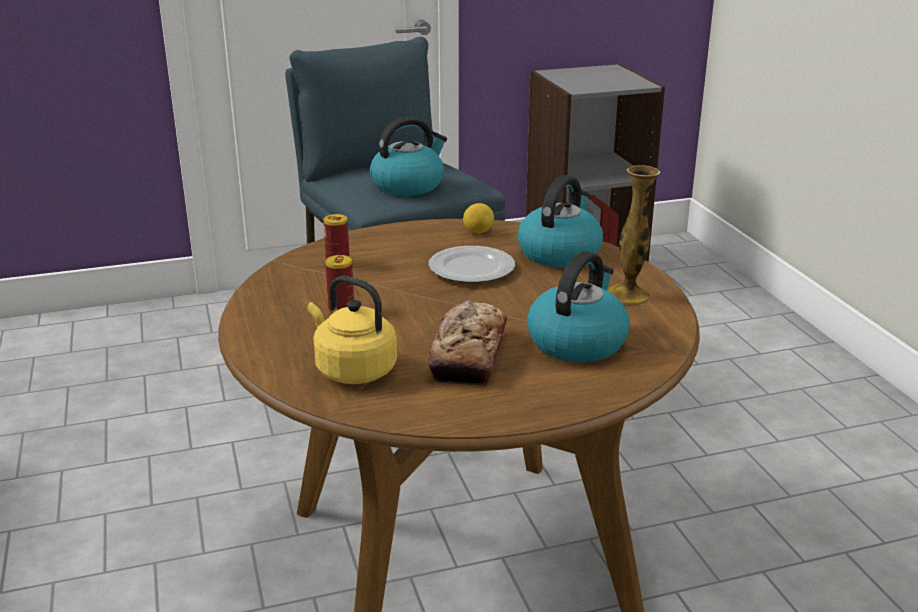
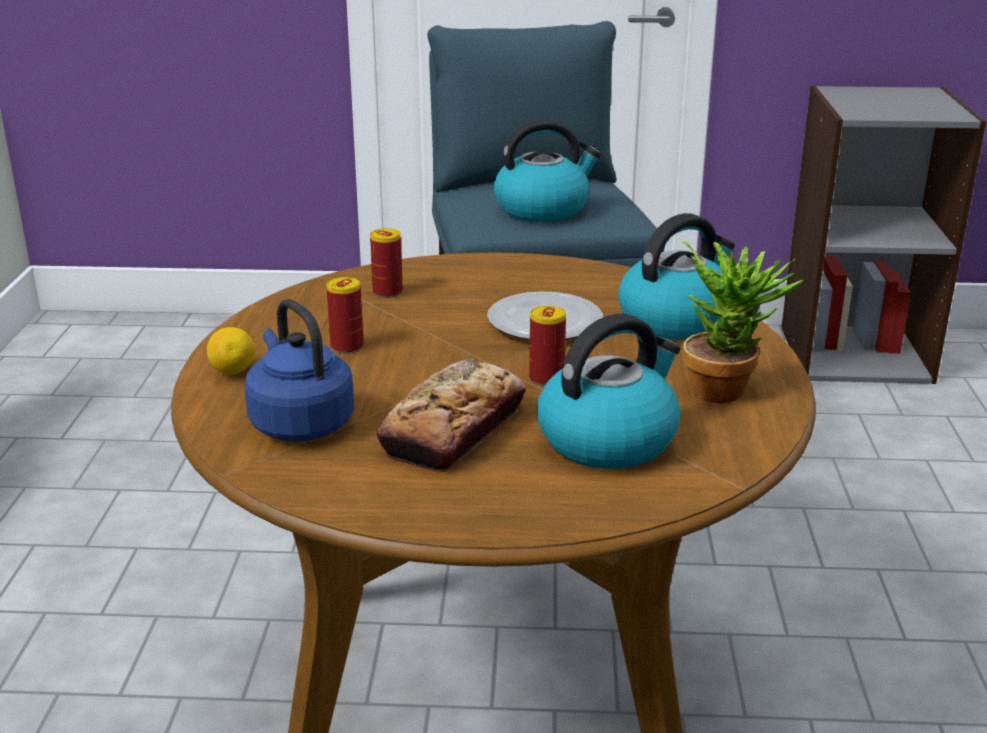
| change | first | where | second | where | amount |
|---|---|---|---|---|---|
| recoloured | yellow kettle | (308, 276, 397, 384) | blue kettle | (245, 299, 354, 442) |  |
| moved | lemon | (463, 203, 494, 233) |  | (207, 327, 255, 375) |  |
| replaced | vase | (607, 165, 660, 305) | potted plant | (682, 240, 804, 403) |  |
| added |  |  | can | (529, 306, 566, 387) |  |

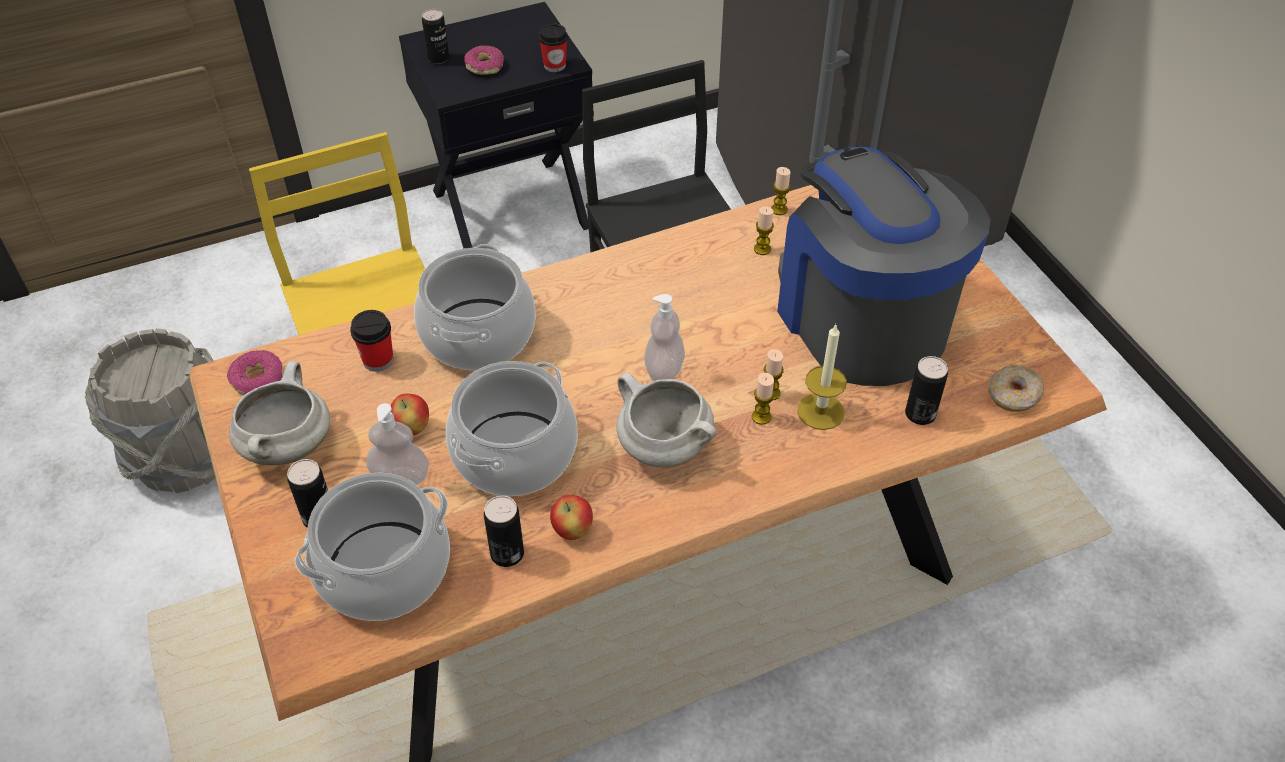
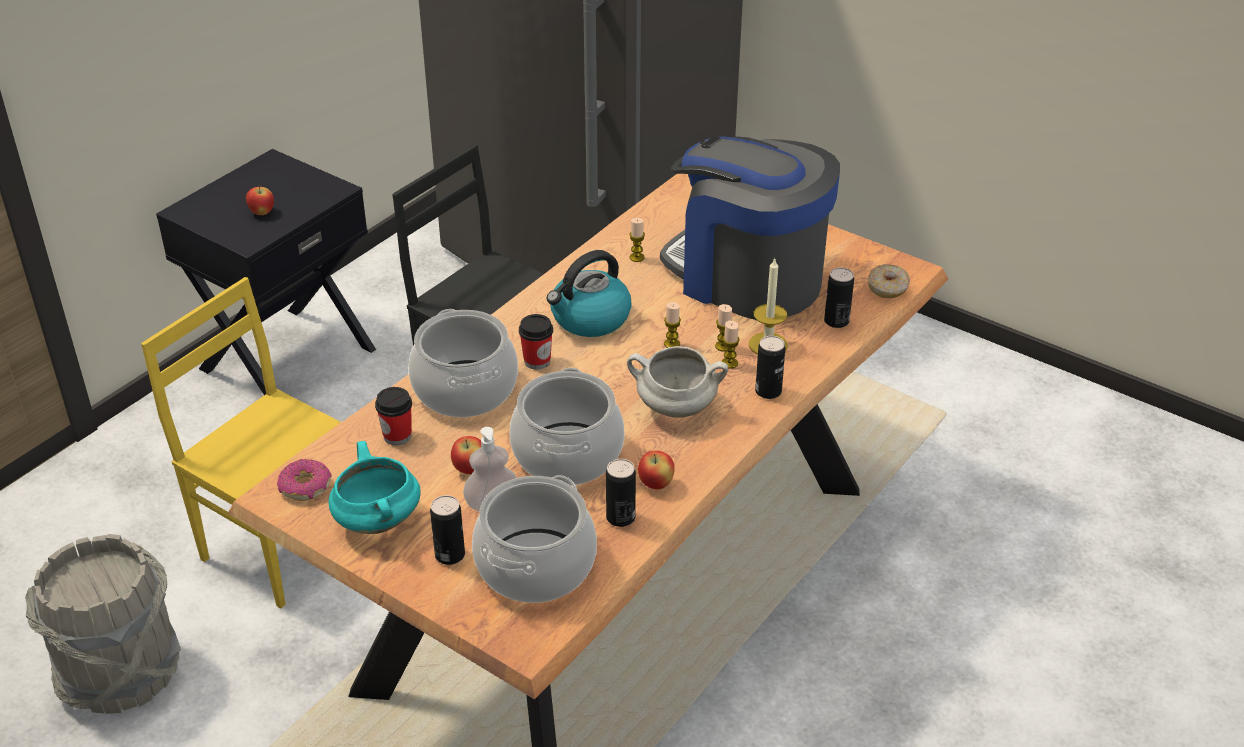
| change | first | where | second | where | amount |
|---|---|---|---|---|---|
| recoloured | white cooking pot | (229, 361, 330, 465) | turquoise cooking pot | (329, 441, 421, 534) |  |
| moved | can | (422, 9, 449, 64) |  | (755, 336, 785, 399) |  |
| replaced | donut | (464, 45, 504, 75) | apple | (246, 186, 274, 215) |  |
| moved | cup | (538, 24, 568, 72) |  | (519, 314, 553, 370) |  |
| removed | soap dispenser | (644, 294, 685, 381) |  |  |  |
| moved | candle | (771, 167, 791, 215) |  | (664, 302, 681, 348) |  |
| added |  |  | kettle | (547, 250, 632, 337) |  |

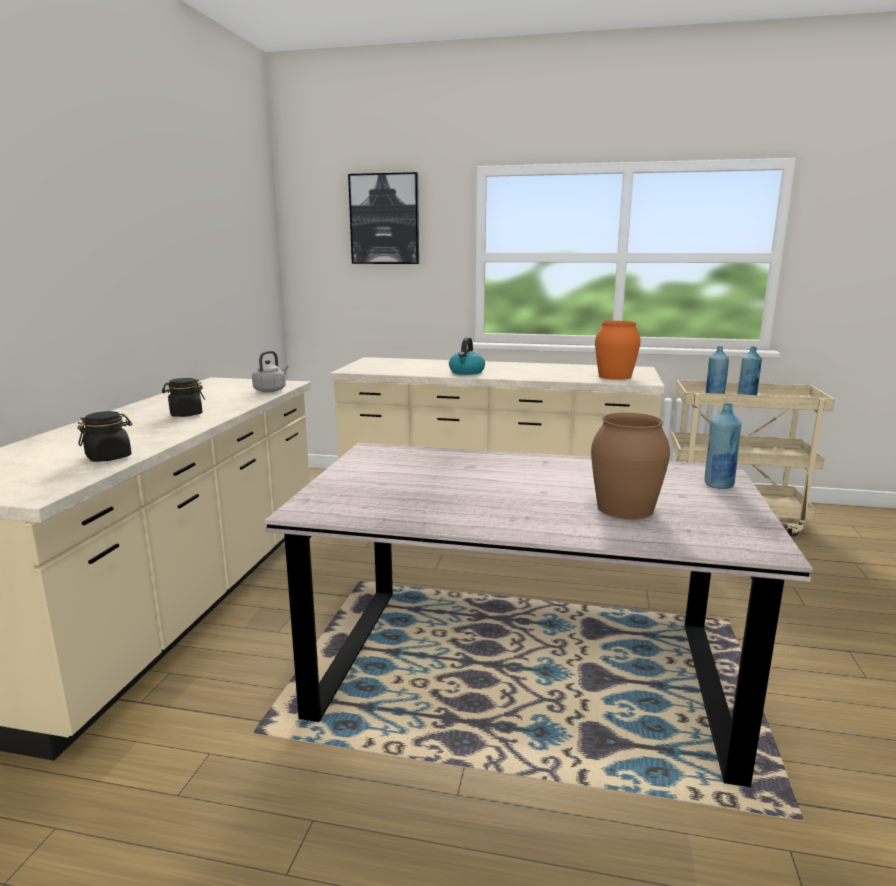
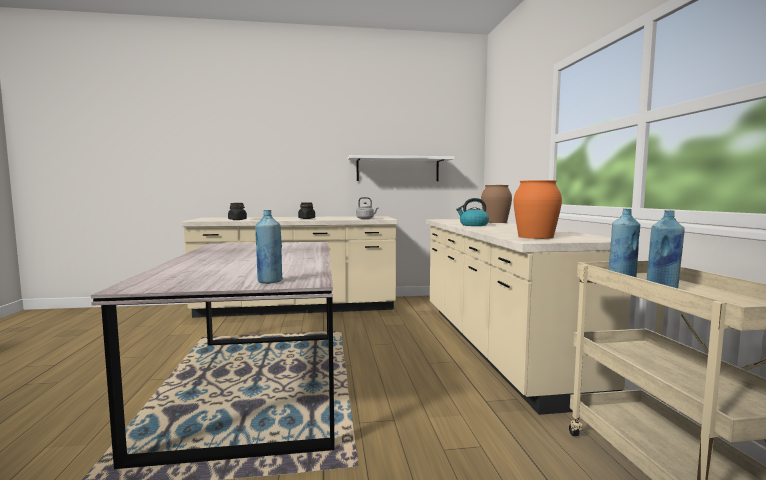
| change | first | where | second | where | amount |
|---|---|---|---|---|---|
| removed | picture | (348, 172, 419, 264) |  |  |  |
| moved | brown vase | (591, 413, 670, 519) |  | (481, 185, 512, 223) |  |
| added |  |  | white shelf | (348, 155, 454, 181) |  |

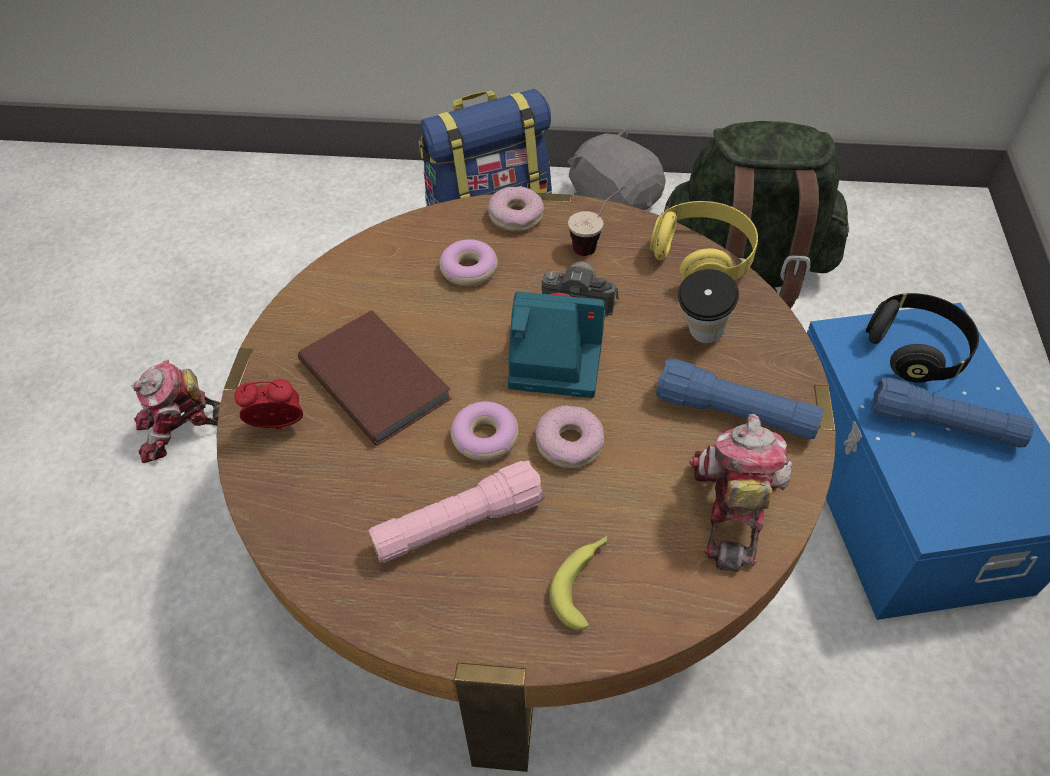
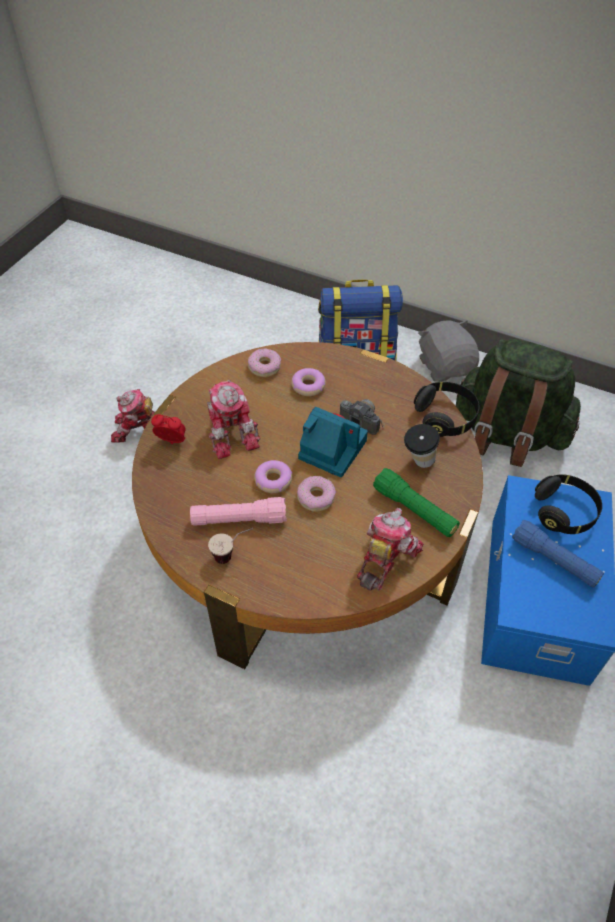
| change | first | where | second | where | amount |
|---|---|---|---|---|---|
| replaced | brown book | (298, 310, 452, 446) | toy robot | (207, 380, 260, 459) |  |
| moved | donut | (488, 186, 544, 232) |  | (248, 348, 281, 377) |  |
| removed | banana | (549, 535, 607, 630) |  |  |  |
| moved | cup | (568, 186, 625, 256) |  | (208, 528, 253, 564) |  |
| recoloured | yellow headphones | (650, 201, 758, 280) | black headphones | (414, 382, 480, 437) |  |
| recoloured | blue flashlight | (655, 359, 824, 439) | green flashlight | (373, 468, 460, 537) |  |

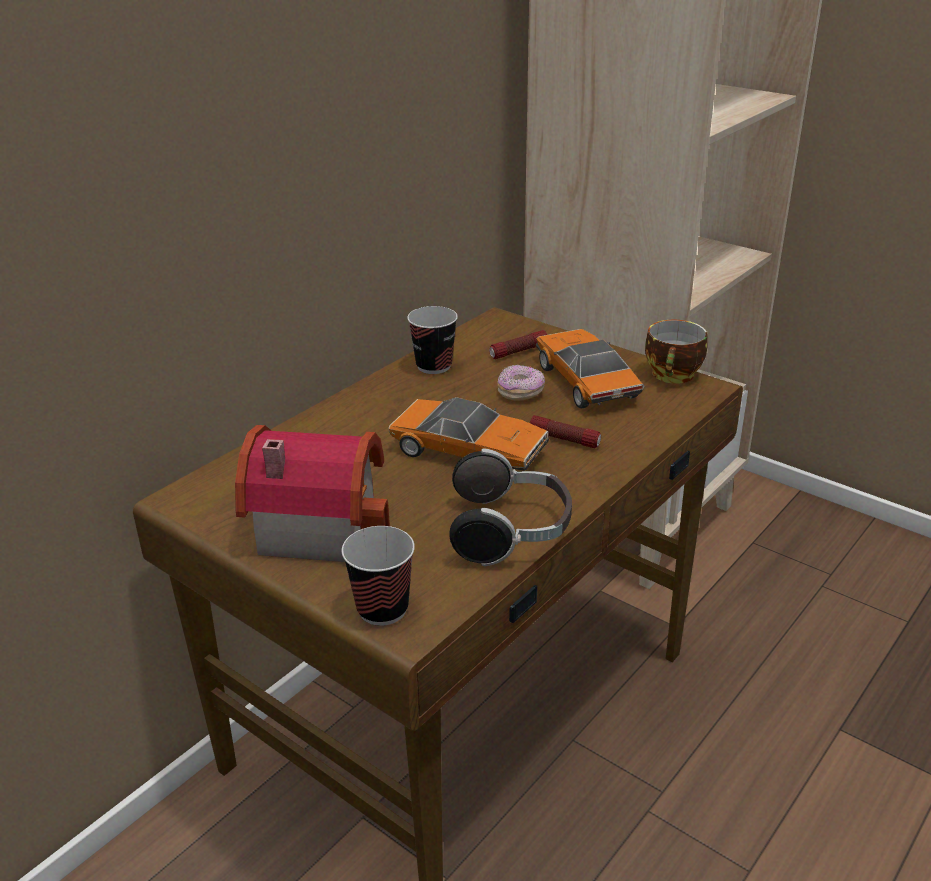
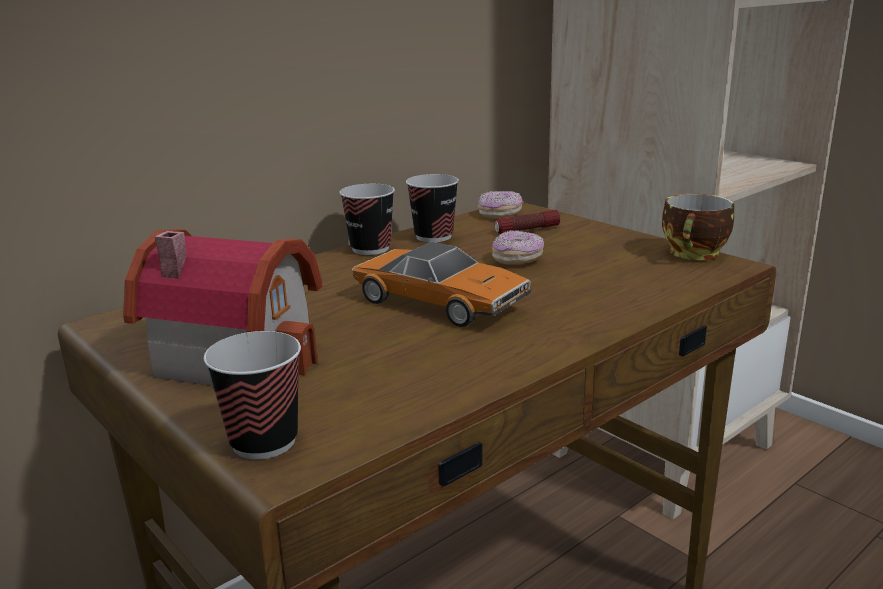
| change | first | where | second | where | amount |
|---|---|---|---|---|---|
| removed | headphones | (449, 448, 572, 566) |  |  |  |
| removed | flashlight | (530, 415, 601, 448) |  |  |  |
| removed | toy car | (536, 329, 645, 409) |  |  |  |
| added |  |  | cup | (340, 184, 395, 255) |  |
| added |  |  | donut | (478, 191, 523, 219) |  |

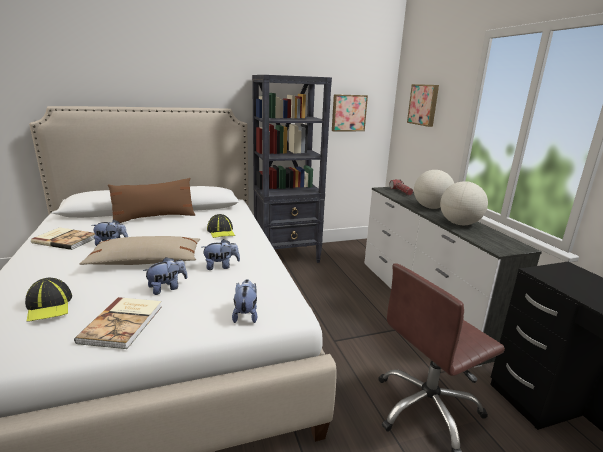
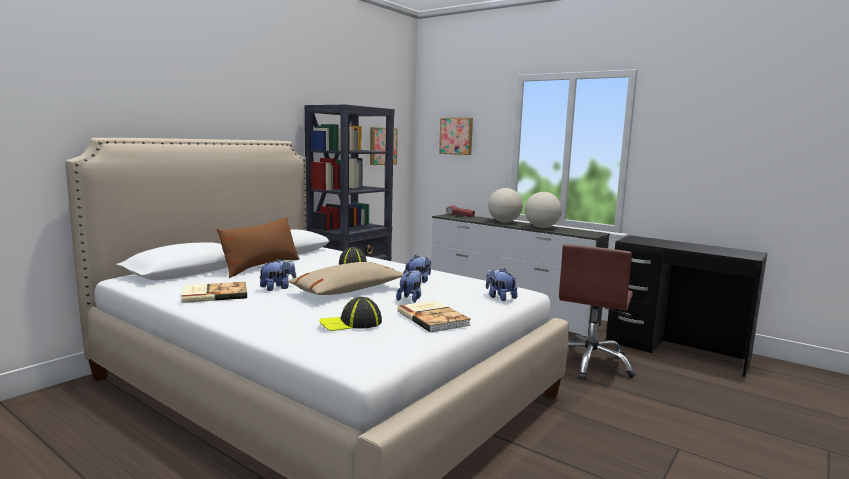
| change | first | where | second | where | amount |
|---|---|---|---|---|---|
| turned | cap | (25, 278, 72, 322) |  | (319, 297, 382, 331) | 135 degrees clockwise |

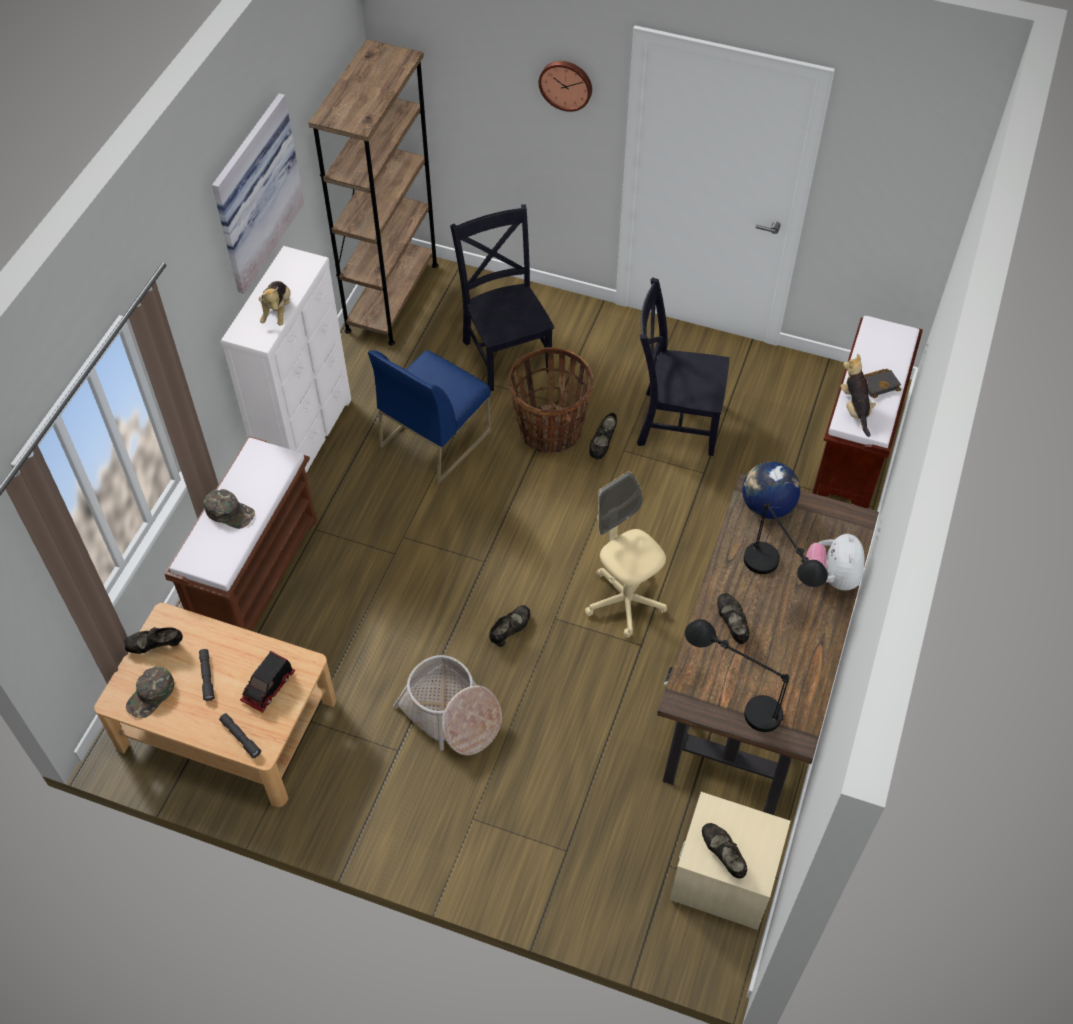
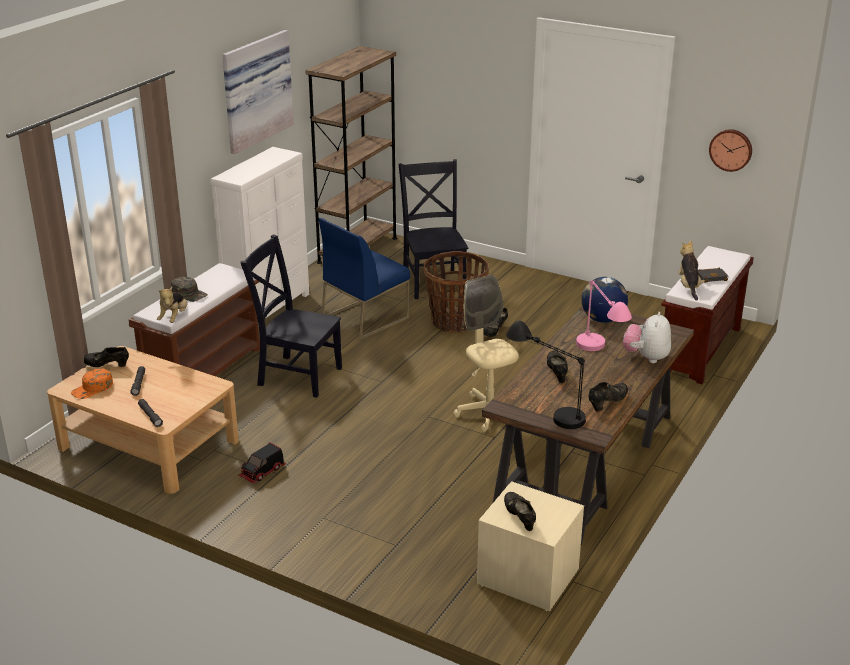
| change | first | where | second | where | amount |
|---|---|---|---|---|---|
| recoloured | green cap | (126, 666, 174, 718) | orange cap | (71, 368, 113, 399) |  |
| moved | toy truck | (240, 651, 295, 713) |  | (239, 442, 286, 484) |  |
| moved | plush toy | (259, 281, 290, 325) |  | (157, 287, 188, 323) |  |
| removed | basket | (393, 655, 502, 755) |  |  |  |
| moved | black shoe | (489, 605, 530, 647) |  | (588, 382, 628, 411) |  |
| moved | wall clock | (539, 61, 592, 112) |  | (709, 129, 752, 172) |  |
| moved | black chair | (637, 277, 729, 456) |  | (240, 234, 342, 398) |  |
| recoloured | black table lamp | (744, 503, 828, 587) | pink table lamp | (576, 280, 632, 351) |  |

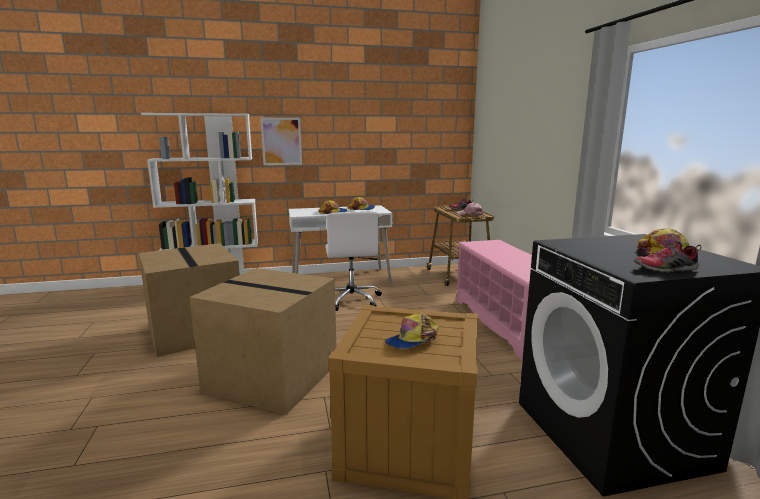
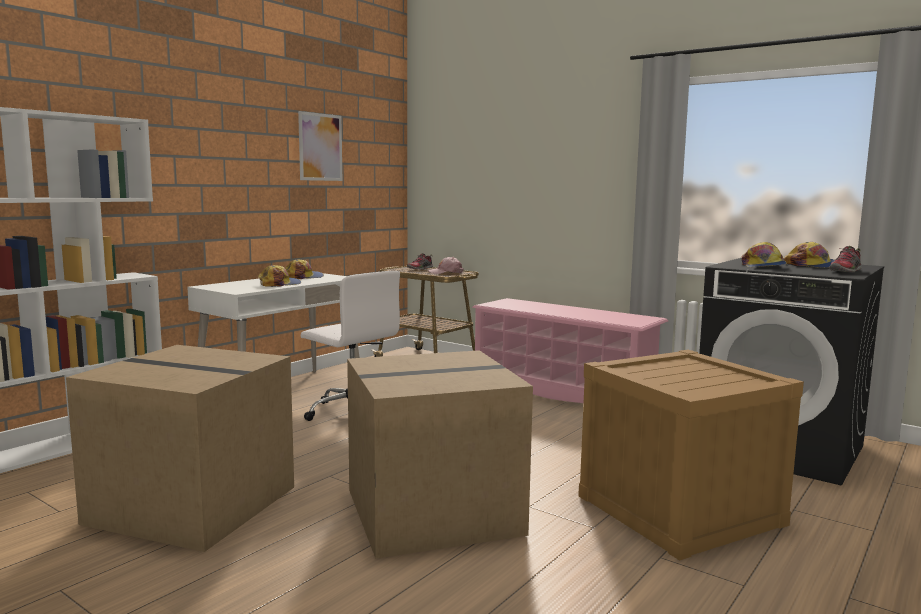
| change | first | where | second | where | amount |
|---|---|---|---|---|---|
| moved | picture | (260, 118, 302, 165) |  | (298, 111, 342, 181) |  |
| moved | cap | (385, 313, 439, 349) |  | (742, 242, 786, 267) |  |

